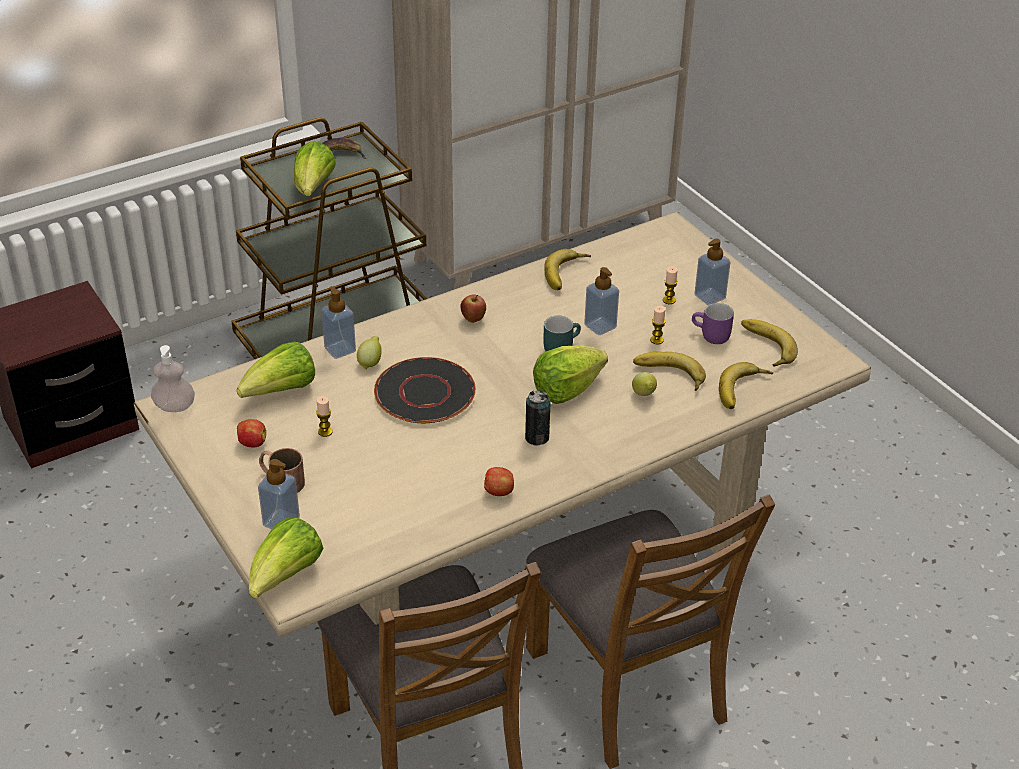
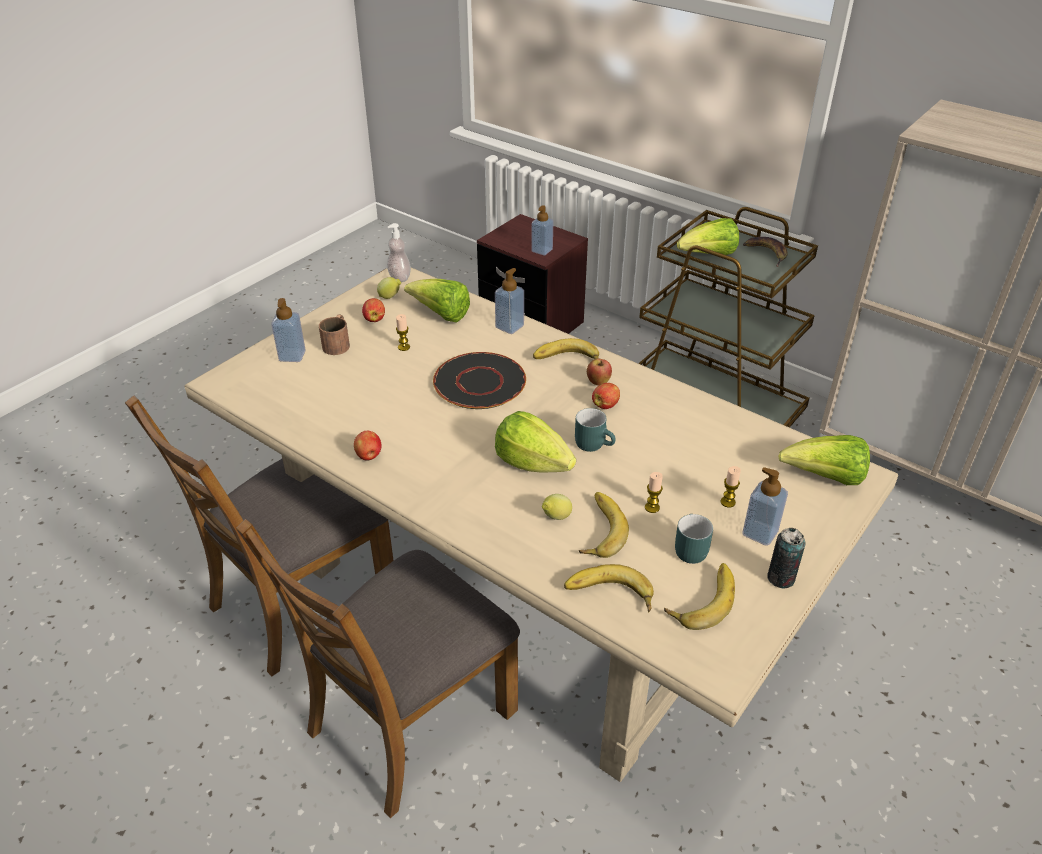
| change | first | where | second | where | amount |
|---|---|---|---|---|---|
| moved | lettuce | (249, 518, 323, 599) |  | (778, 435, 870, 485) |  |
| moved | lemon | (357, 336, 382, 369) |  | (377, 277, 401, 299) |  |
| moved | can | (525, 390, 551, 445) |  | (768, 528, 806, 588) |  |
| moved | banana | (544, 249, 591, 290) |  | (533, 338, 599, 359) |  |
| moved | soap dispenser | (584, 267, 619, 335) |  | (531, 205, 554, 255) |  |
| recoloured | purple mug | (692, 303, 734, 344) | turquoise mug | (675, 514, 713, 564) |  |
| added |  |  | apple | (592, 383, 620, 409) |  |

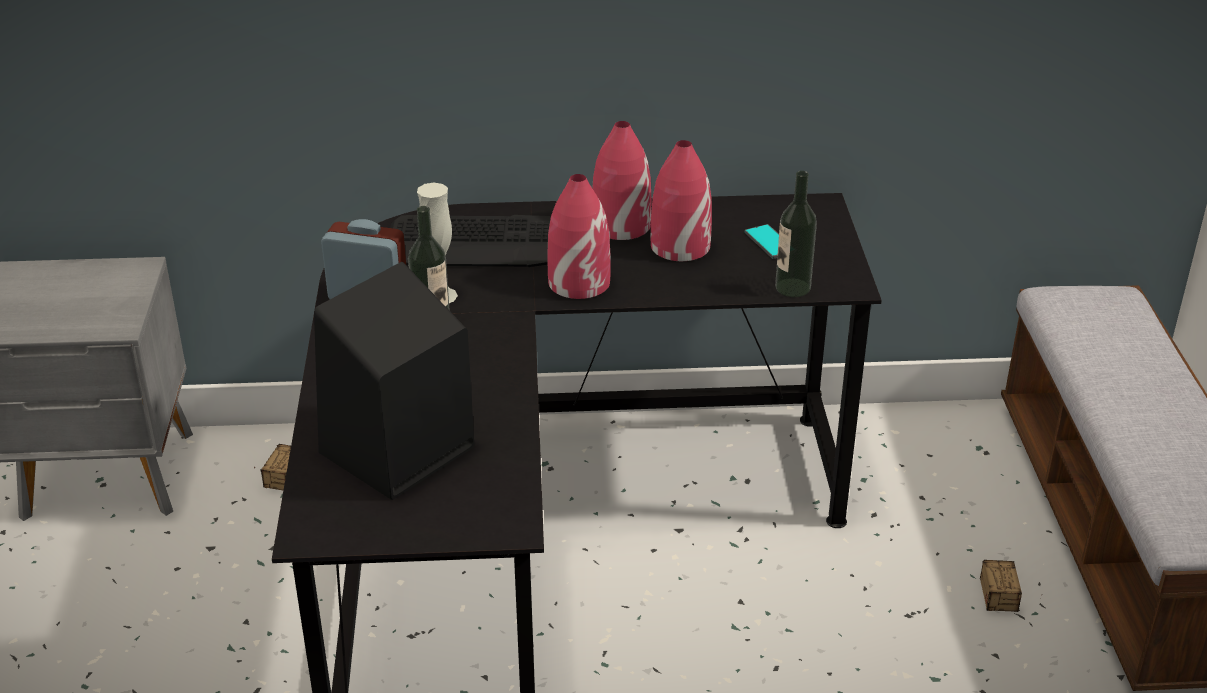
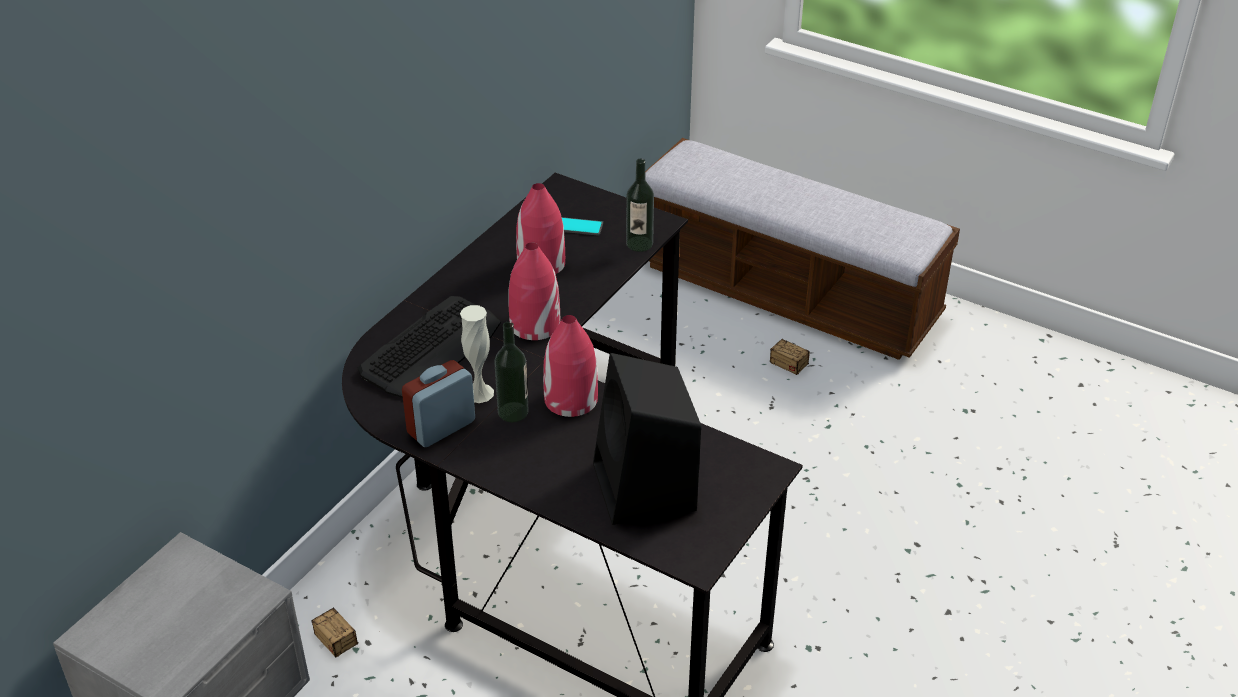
| change | first | where | second | where | amount |
|---|---|---|---|---|---|
| moved | red vase | (592, 121, 651, 240) |  | (543, 315, 598, 417) |  |

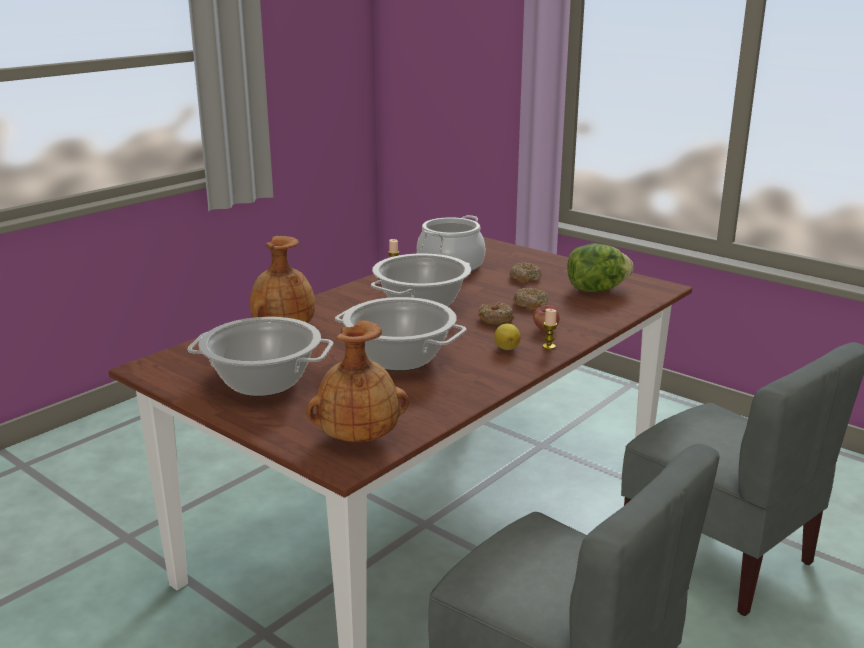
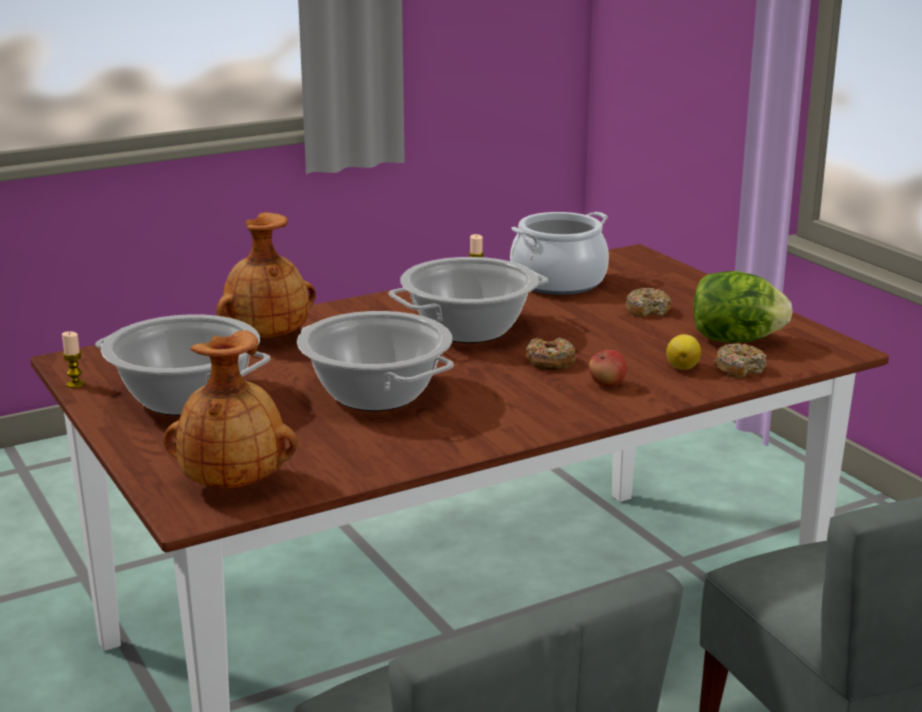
| change | first | where | second | where | amount |
|---|---|---|---|---|---|
| moved | lemon | (494, 324, 521, 350) |  | (666, 334, 701, 370) |  |
| moved | donut | (513, 288, 548, 310) |  | (714, 343, 767, 378) |  |
| moved | candle | (542, 309, 557, 350) |  | (62, 331, 85, 388) |  |

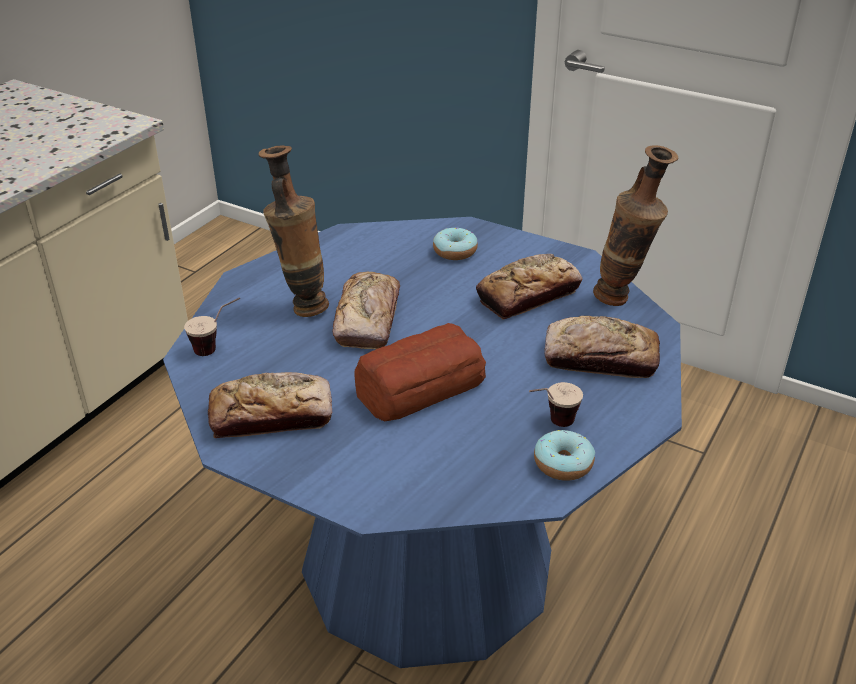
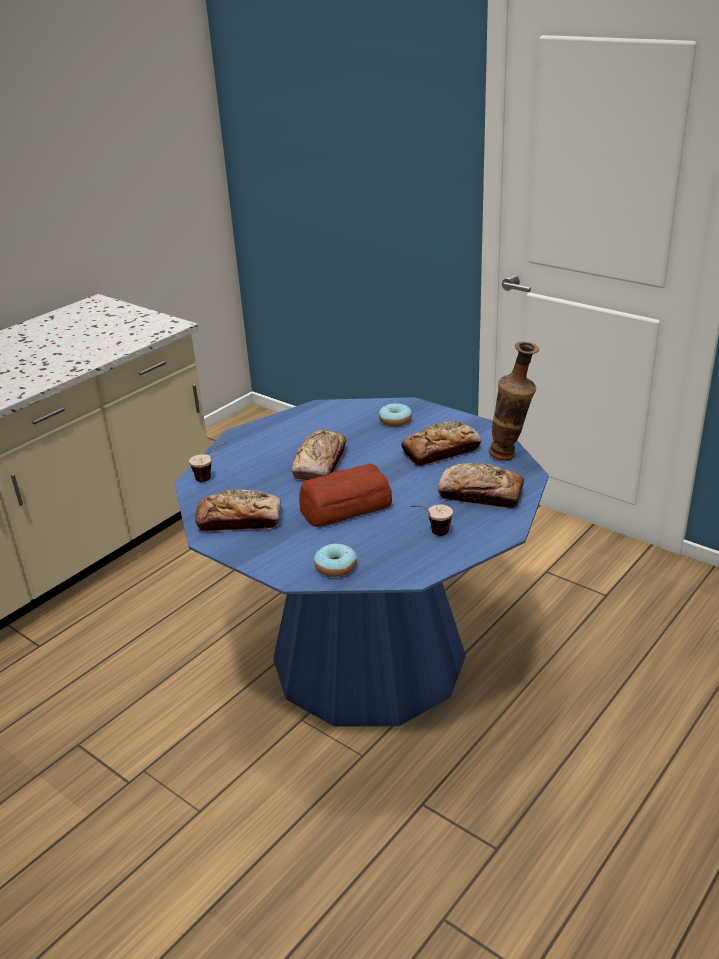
| change | first | where | second | where | amount |
|---|---|---|---|---|---|
| removed | vase | (258, 145, 329, 317) |  |  |  |
| moved | donut | (534, 430, 595, 481) |  | (314, 543, 357, 577) |  |

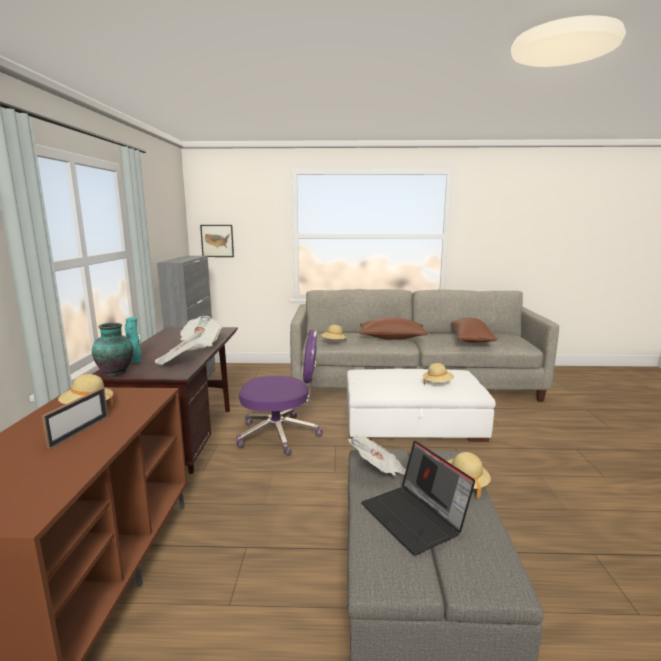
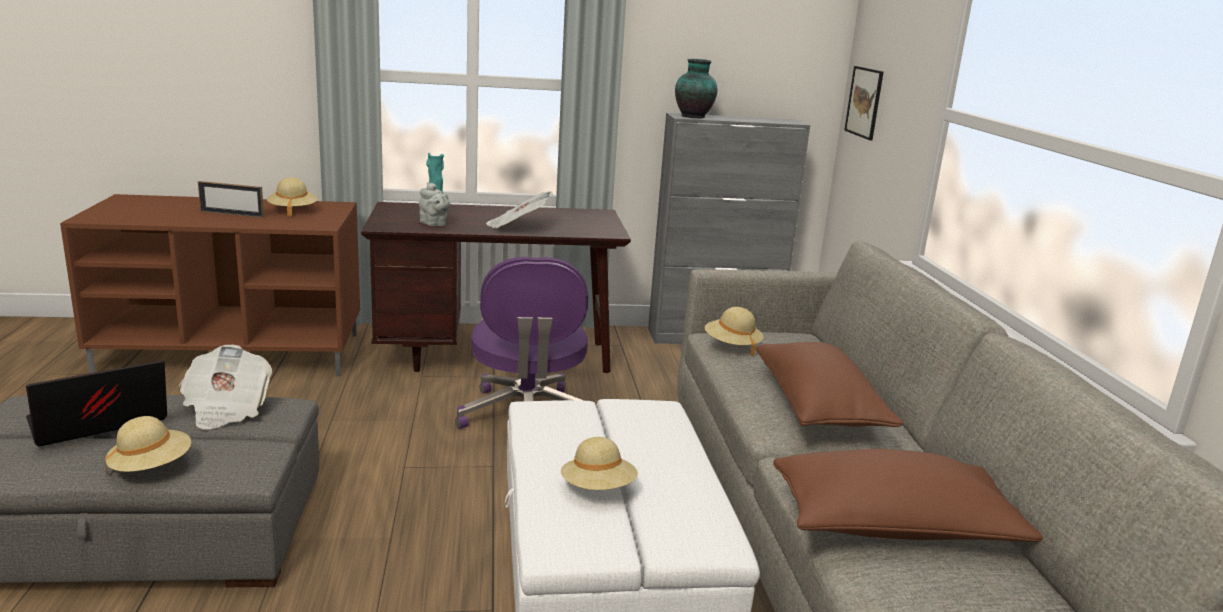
| change | first | where | second | where | amount |
|---|---|---|---|---|---|
| moved | vase | (92, 323, 133, 376) |  | (675, 59, 718, 118) |  |
| replaced | newspaper | (154, 332, 204, 366) | grey teapot | (419, 182, 450, 226) |  |

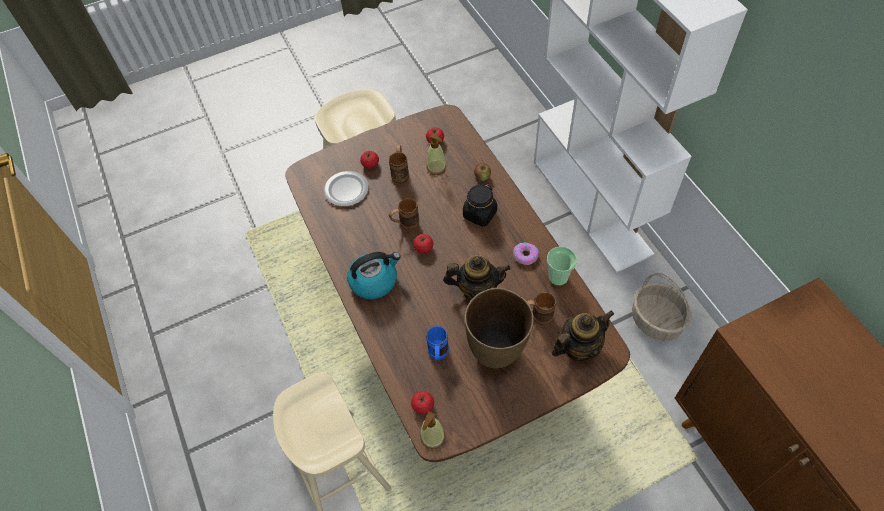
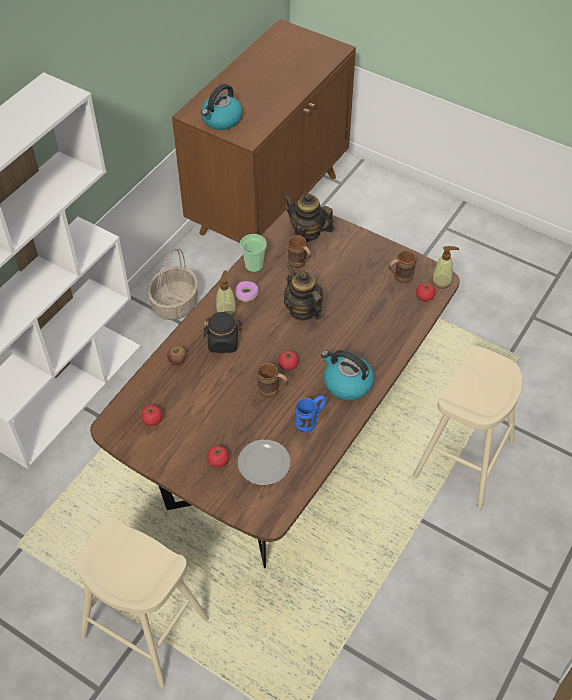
| change | first | where | second | where | amount |
|---|---|---|---|---|---|
| moved | brown mug | (389, 145, 409, 184) |  | (389, 250, 416, 283) |  |
| moved | blue mug | (426, 326, 449, 360) |  | (295, 396, 326, 433) |  |
| moved | soap dispenser | (427, 134, 446, 175) |  | (216, 270, 237, 316) |  |
| removed | brown vase | (464, 288, 534, 369) |  |  |  |
| added |  |  | kettle | (201, 84, 242, 130) |  |

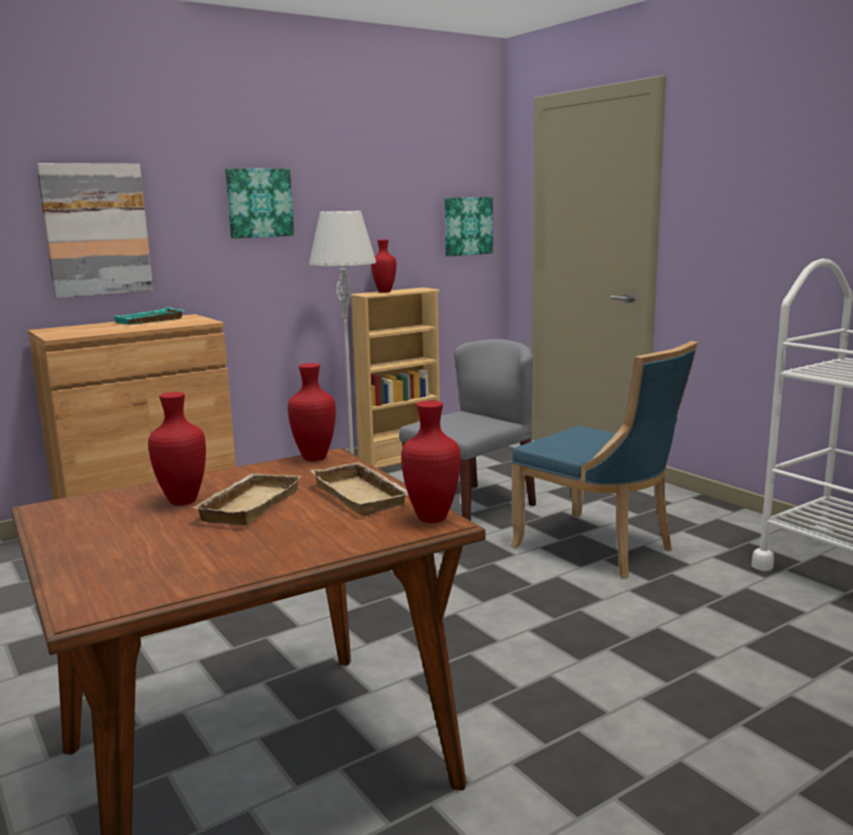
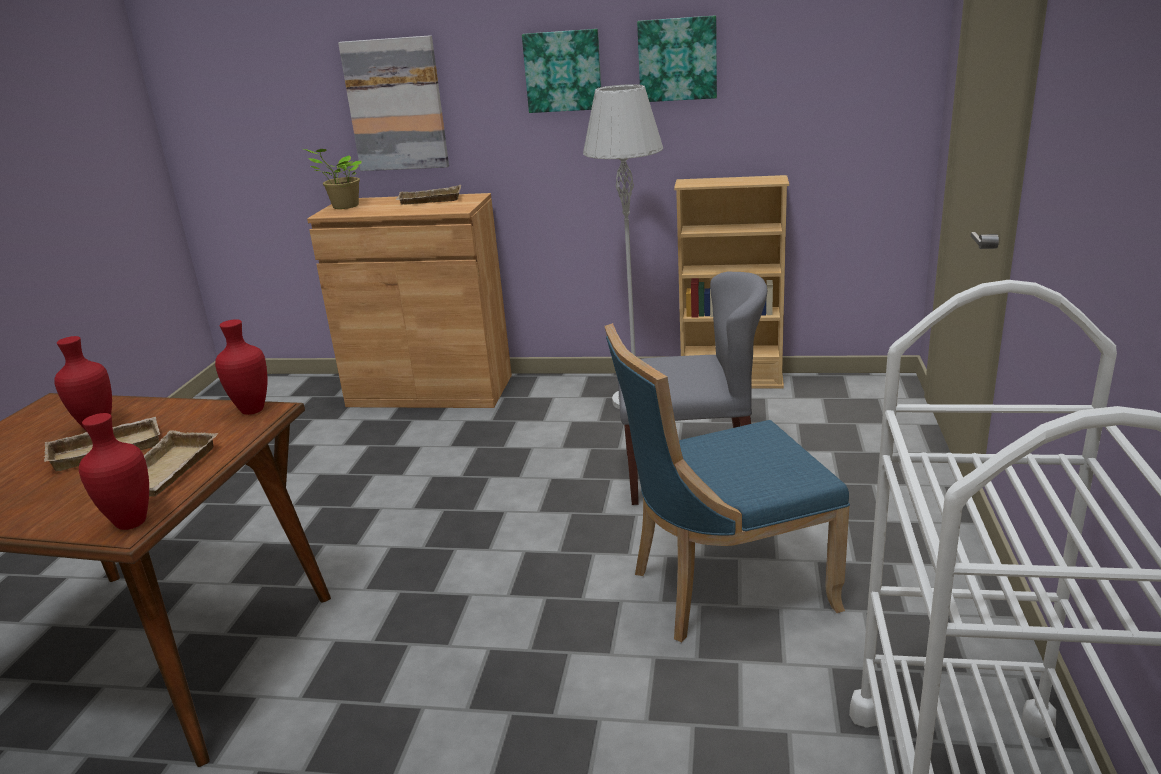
| change | first | where | second | where | amount |
|---|---|---|---|---|---|
| recoloured | turquoise tray | (112, 307, 185, 325) | beige tray | (396, 185, 461, 205) |  |
| removed | red vase | (371, 239, 396, 293) |  |  |  |
| moved | picture | (445, 197, 493, 256) |  | (637, 15, 717, 102) |  |
| turned | blue chair | (510, 341, 698, 578) |  | (605, 323, 850, 642) | 75 degrees clockwise |
| added |  |  | potted plant | (304, 149, 362, 209) |  |

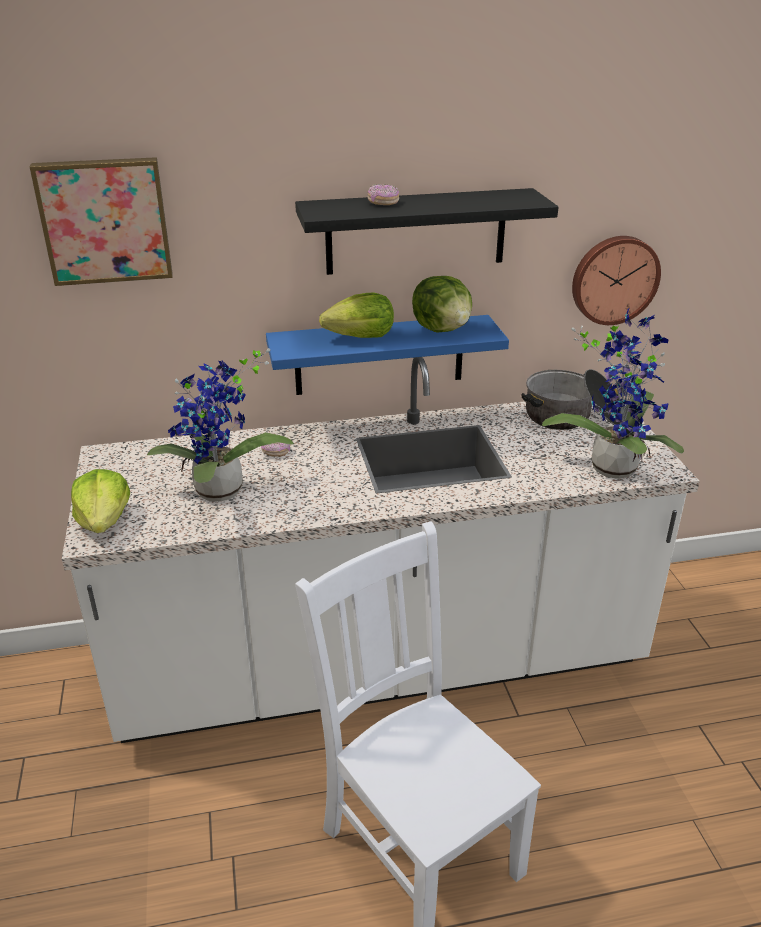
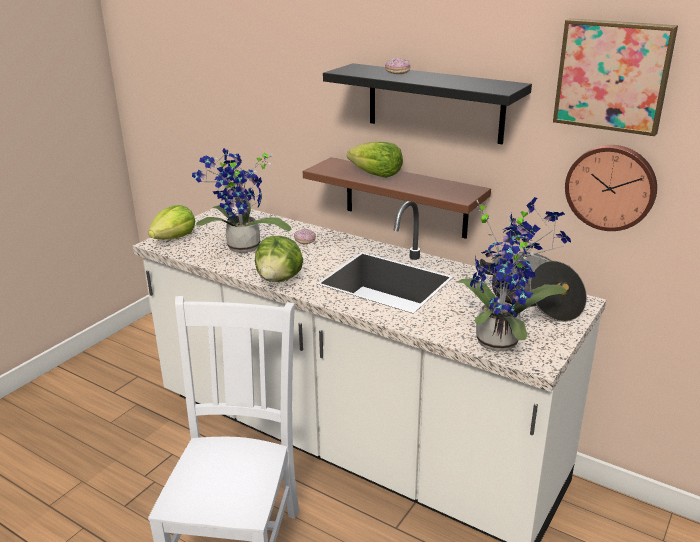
| change | first | where | second | where | amount |
|---|---|---|---|---|---|
| moved | picture | (30, 157, 173, 286) |  | (553, 18, 678, 136) |  |
| recoloured | blue shelf | (266, 315, 509, 395) | brown shelf | (303, 157, 491, 239) |  |
| moved | lettuce | (412, 276, 472, 333) |  | (255, 236, 303, 282) |  |

